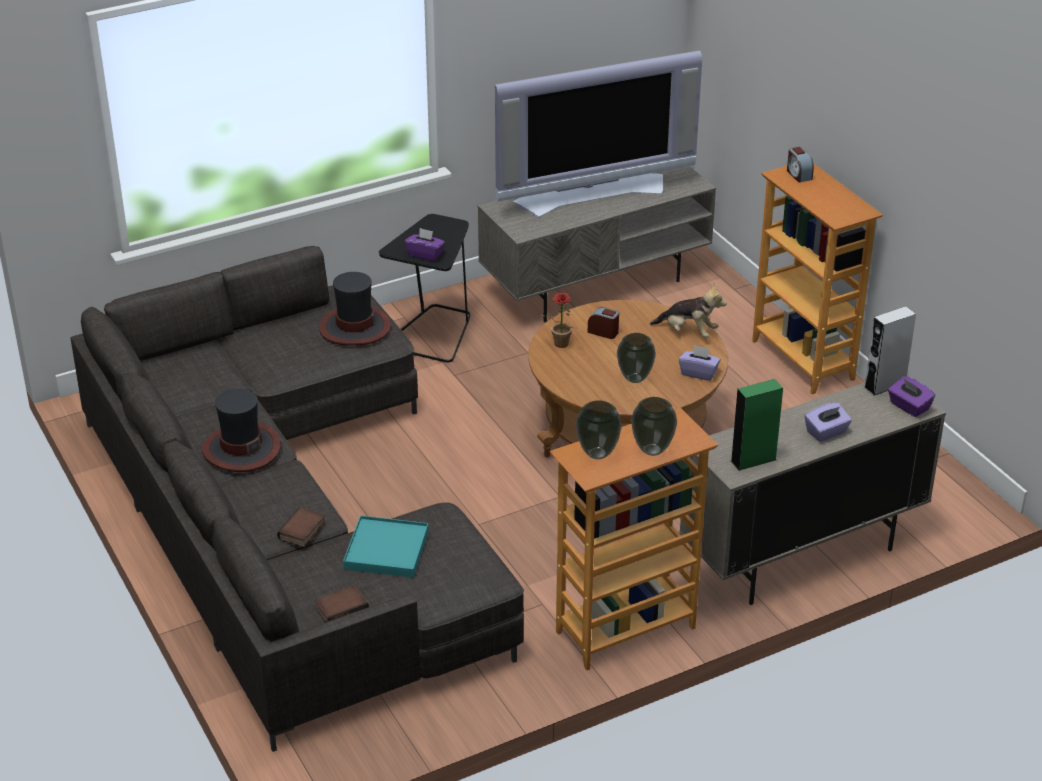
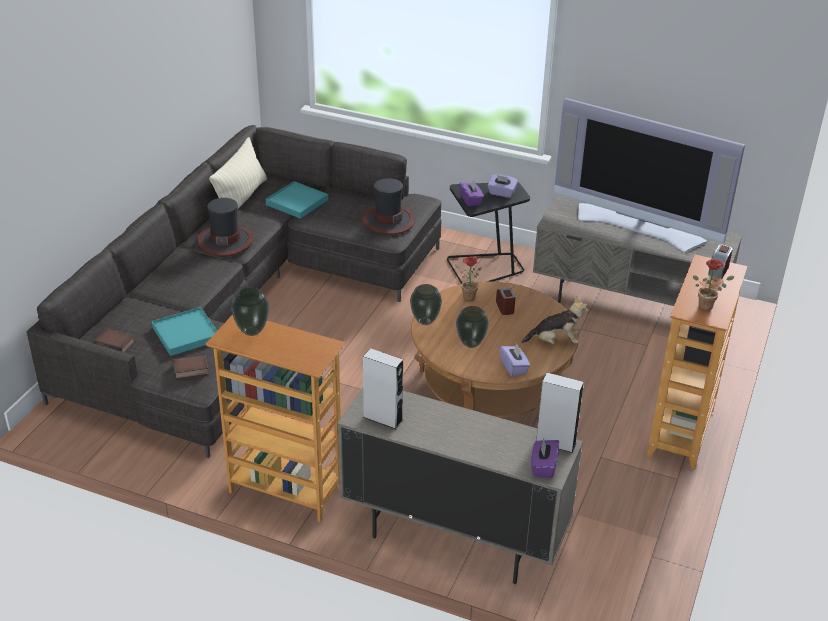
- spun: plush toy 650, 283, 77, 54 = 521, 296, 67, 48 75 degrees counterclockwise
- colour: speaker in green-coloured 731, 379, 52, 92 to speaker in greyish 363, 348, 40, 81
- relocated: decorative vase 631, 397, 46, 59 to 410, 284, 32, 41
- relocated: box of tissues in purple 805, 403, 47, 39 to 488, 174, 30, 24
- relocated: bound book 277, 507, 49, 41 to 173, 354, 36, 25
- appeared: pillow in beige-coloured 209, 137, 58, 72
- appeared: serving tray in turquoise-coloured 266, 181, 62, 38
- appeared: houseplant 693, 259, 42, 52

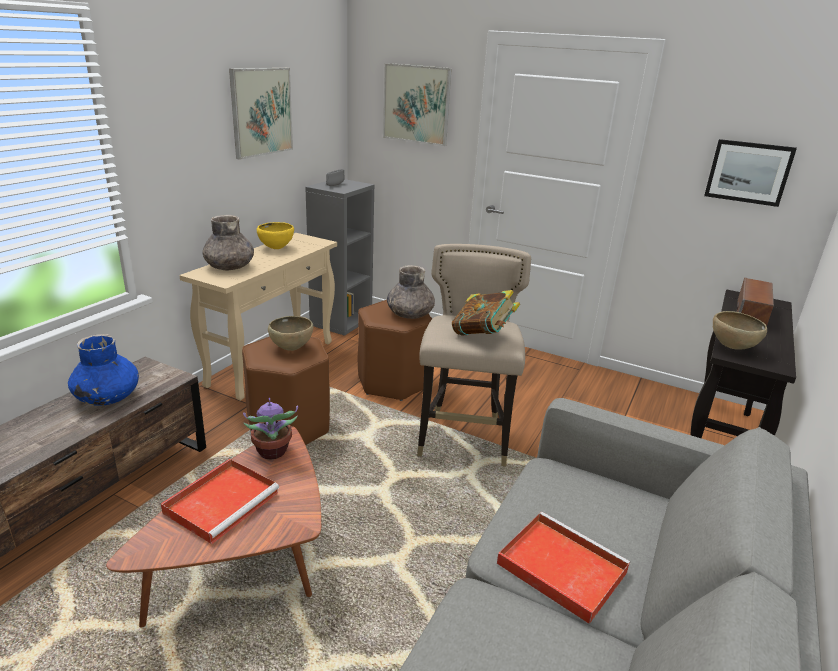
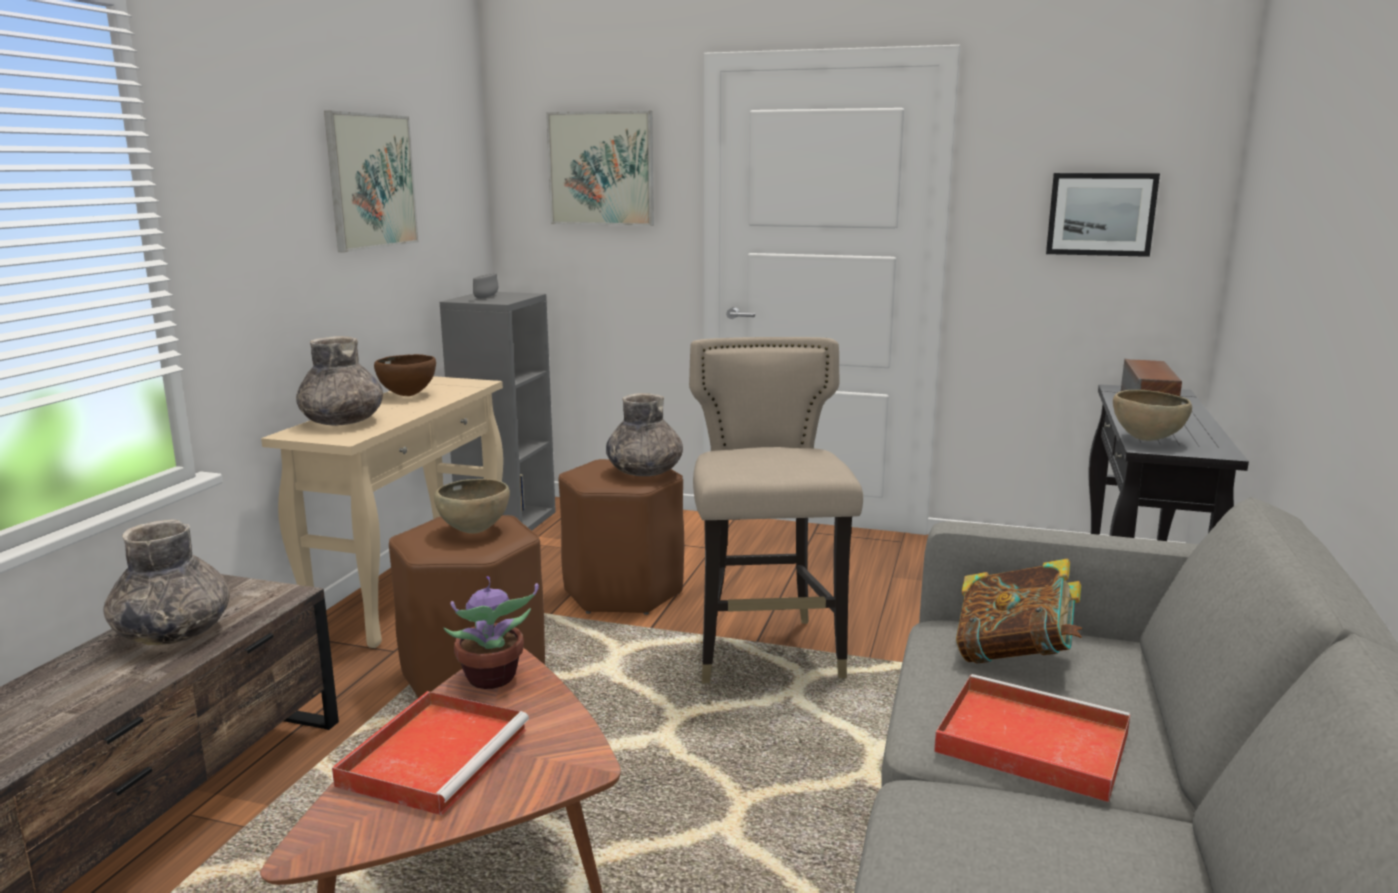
- colour: serving bowl in yellow-coloured 257, 222, 37, 27 to serving bowl in brownish 374, 354, 62, 42
- relocated: bound book 452, 290, 68, 46 to 956, 559, 127, 105
- colour: decorative vase in bluish 68, 334, 71, 71 to decorative vase in greyish 103, 519, 127, 126

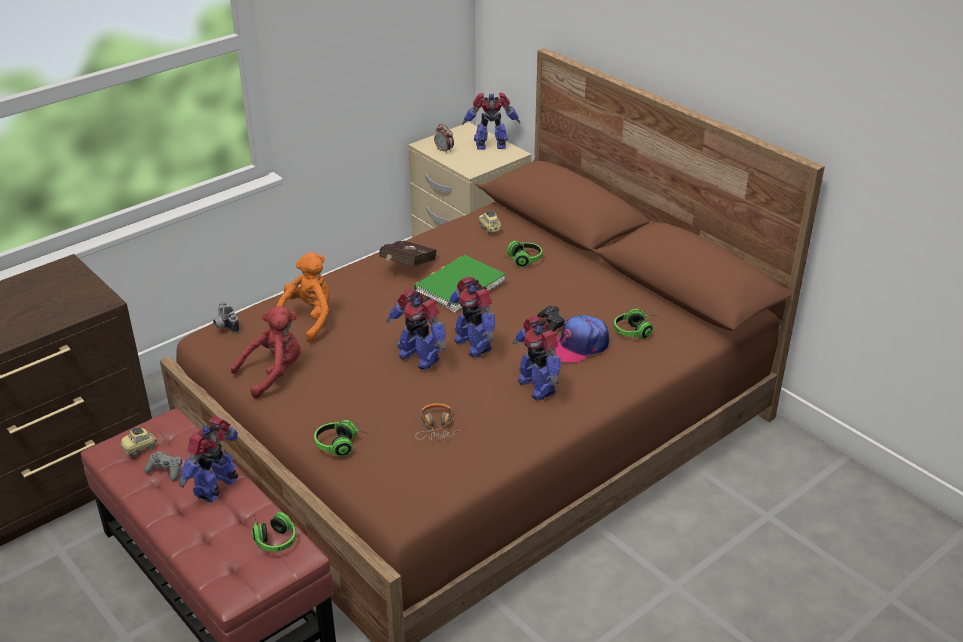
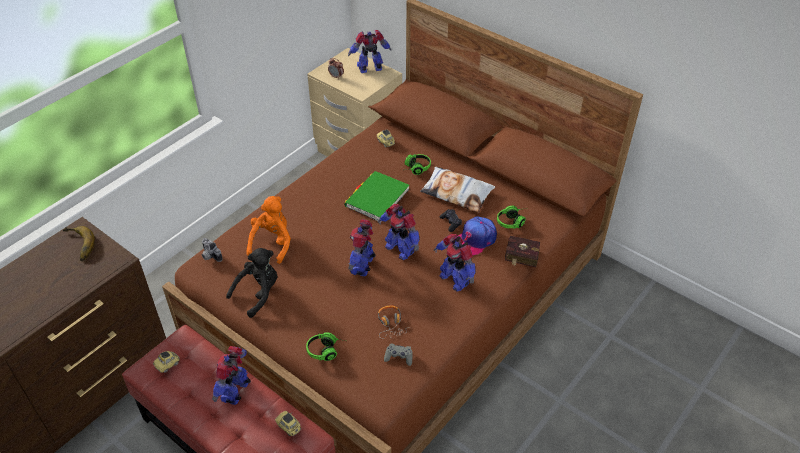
- relocated: bound book in reddish 379, 241, 58, 26 to 505, 236, 35, 31
- spun: model robot 386, 290, 60, 80 = 348, 219, 28, 57 75 degrees clockwise
- colour: plush toy in reddish 231, 306, 70, 92 to plush toy in black-coloured 226, 248, 51, 70
- relocated: joypad in greyish 144, 451, 38, 30 to 384, 343, 29, 23
- exchanged: pair of headphones 252, 512, 44, 40 to miniature car 275, 411, 26, 25
- appeared: pillow 420, 167, 75, 45
- appeared: banana fruit 63, 226, 32, 35

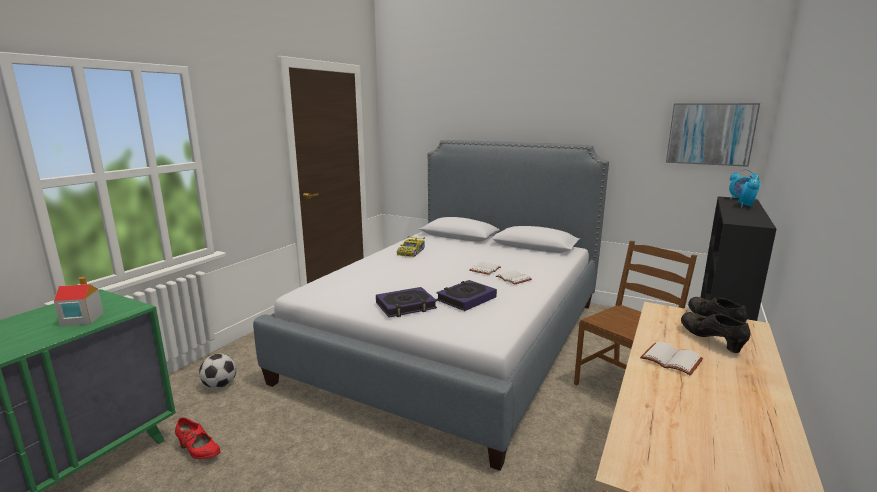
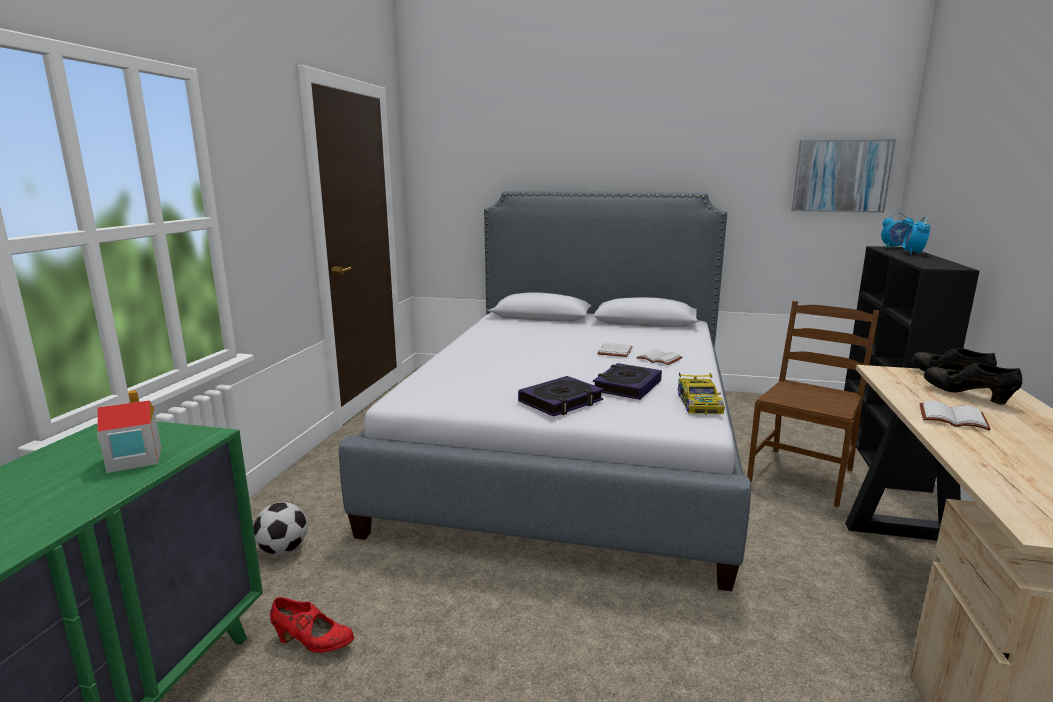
- relocated: miniature car 397, 236, 28, 21 to 678, 372, 47, 43

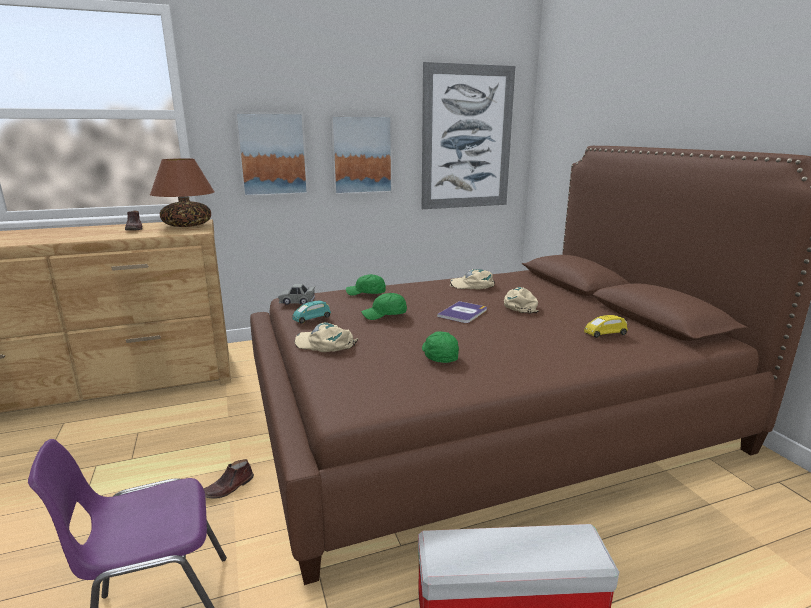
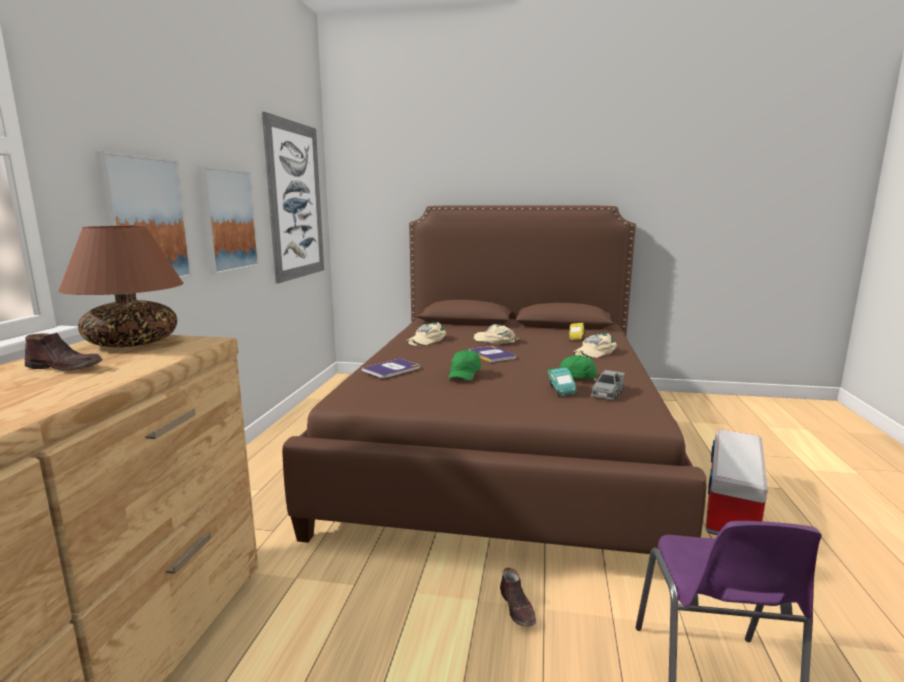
- exchanged: baseball cap in green-coloured 346, 274, 40, 22 to bound book 362, 358, 58, 20
- relocated: miniature car in greyish 278, 284, 37, 21 to 591, 370, 34, 30
- relocated: miniature car in turquoise-coloured 292, 301, 39, 23 to 549, 367, 28, 30
- relocated: baseball cap in beige-coloured 294, 322, 64, 30 to 573, 333, 44, 25

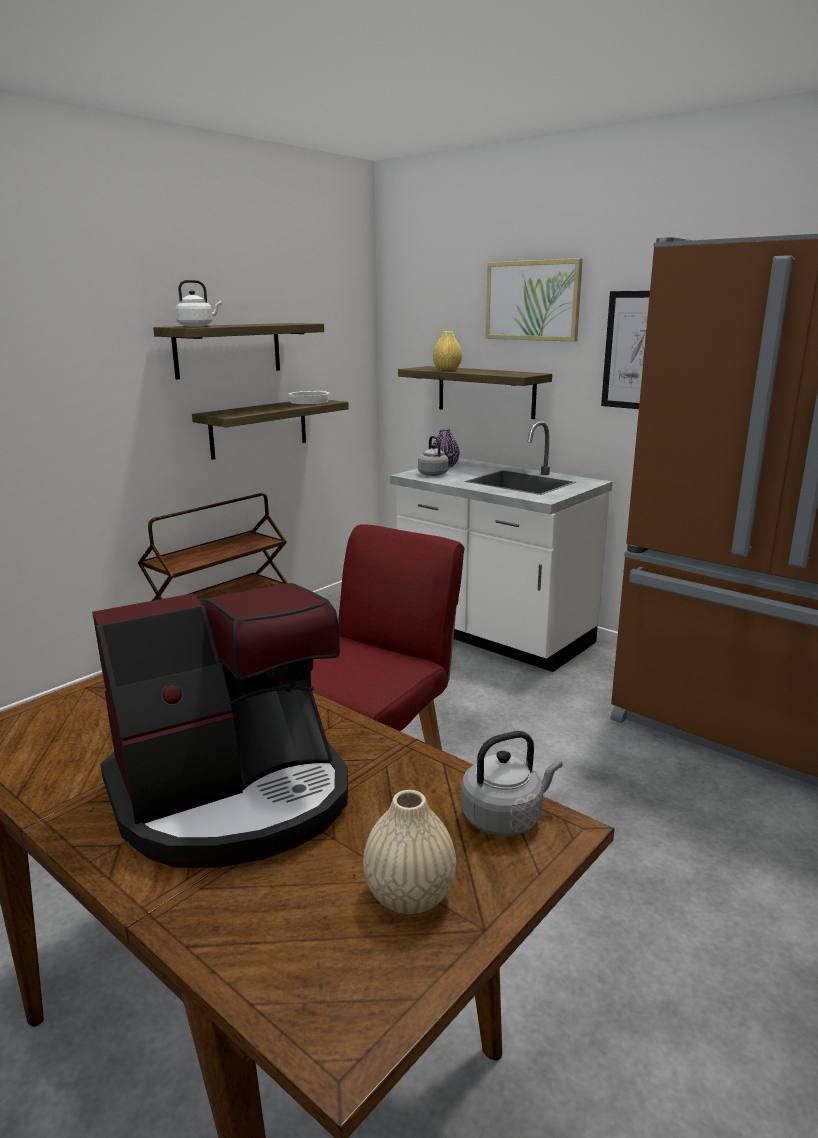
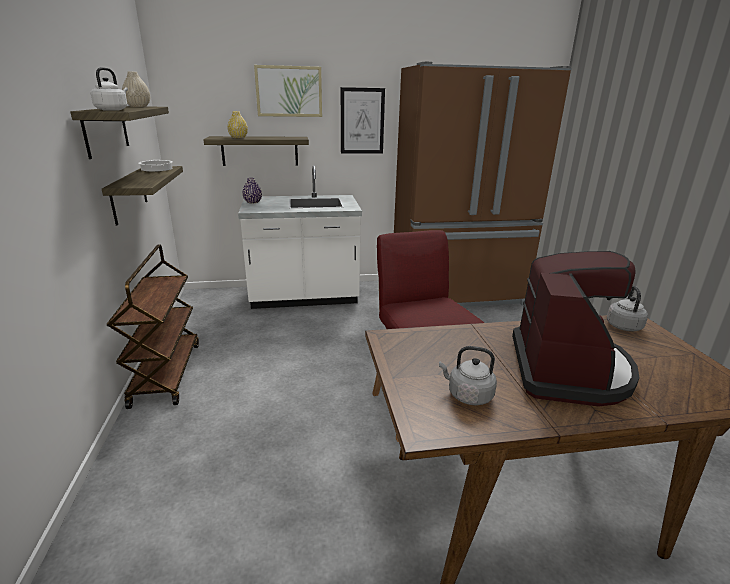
- relocated: water kettle in greyish 418, 436, 31, 40 to 439, 346, 58, 59
- relocated: decorative vase in beige-coloured 363, 790, 93, 124 to 122, 72, 28, 35

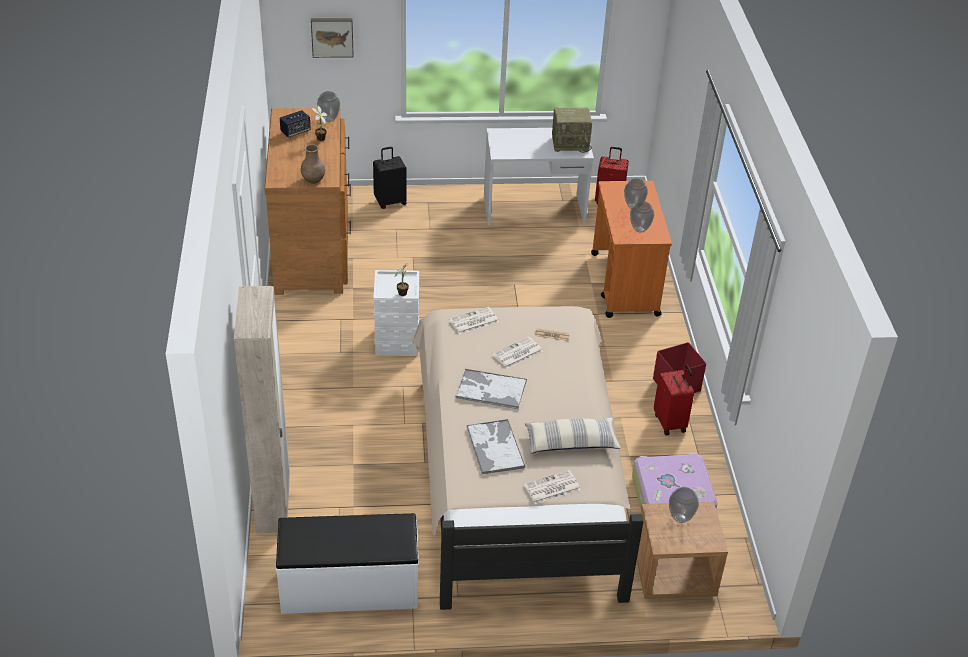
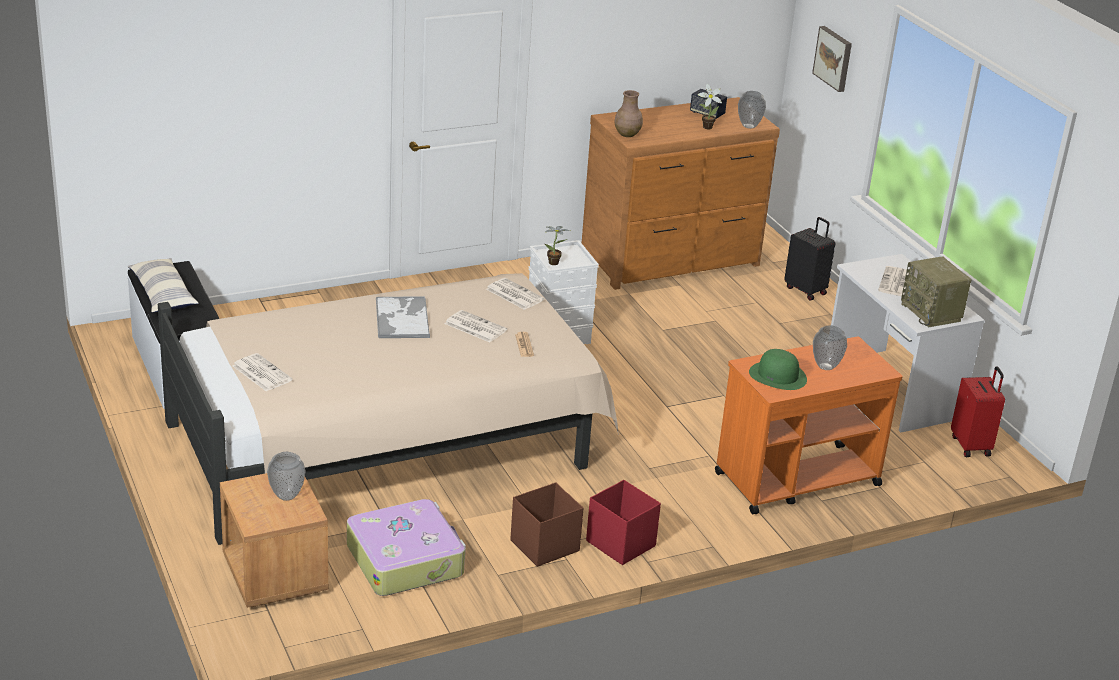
- exchanged: decorative vase 630, 201, 24, 32 to wearable hat in green-coloured 749, 349, 58, 41
- missing: clothes cupboard in beige-coloured 234, 286, 56, 247
- exchanged: travel case in reddish 654, 365, 40, 70 to storage container in brownish 510, 482, 73, 85
- relocated: pillow 525, 418, 96, 35 to 128, 258, 71, 55
- missing: serving tray 466, 419, 59, 55
- appeared: printed paper 878, 266, 31, 30

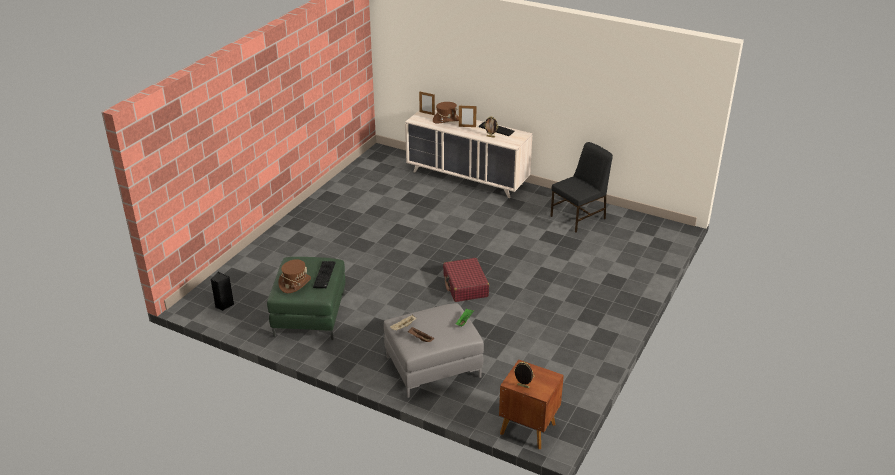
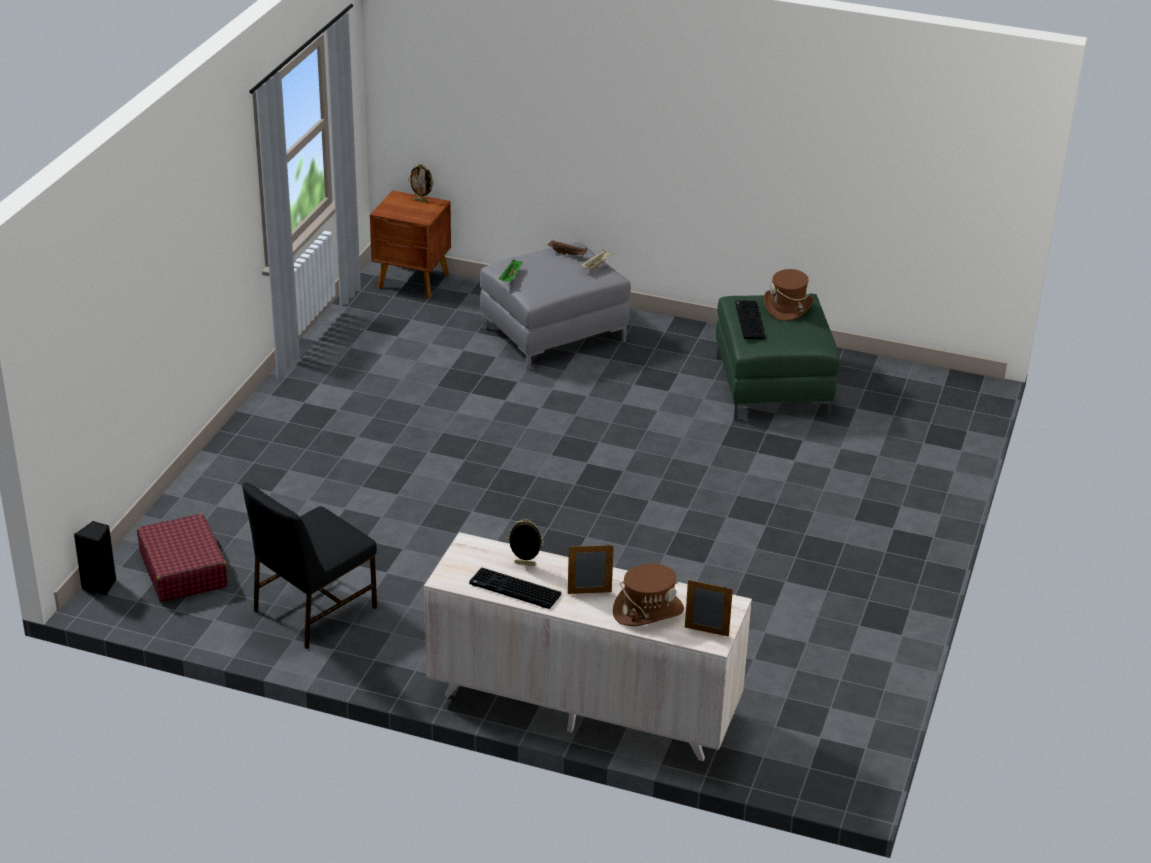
- relocated: travel case in reddish 443, 258, 46, 44 to 137, 513, 91, 89
- relocated: speaker in black-coloured 211, 272, 23, 39 to 74, 521, 43, 75

